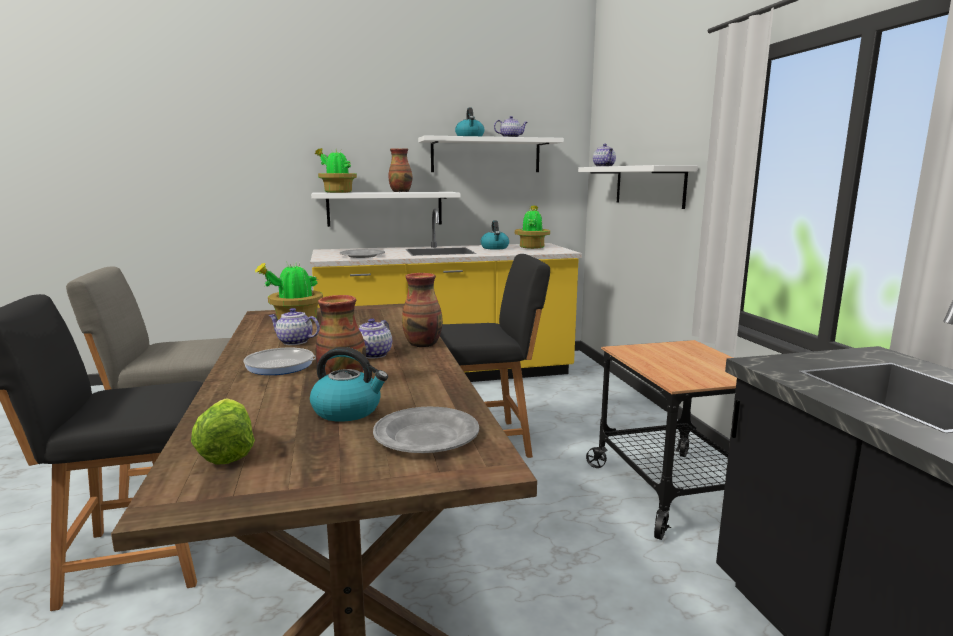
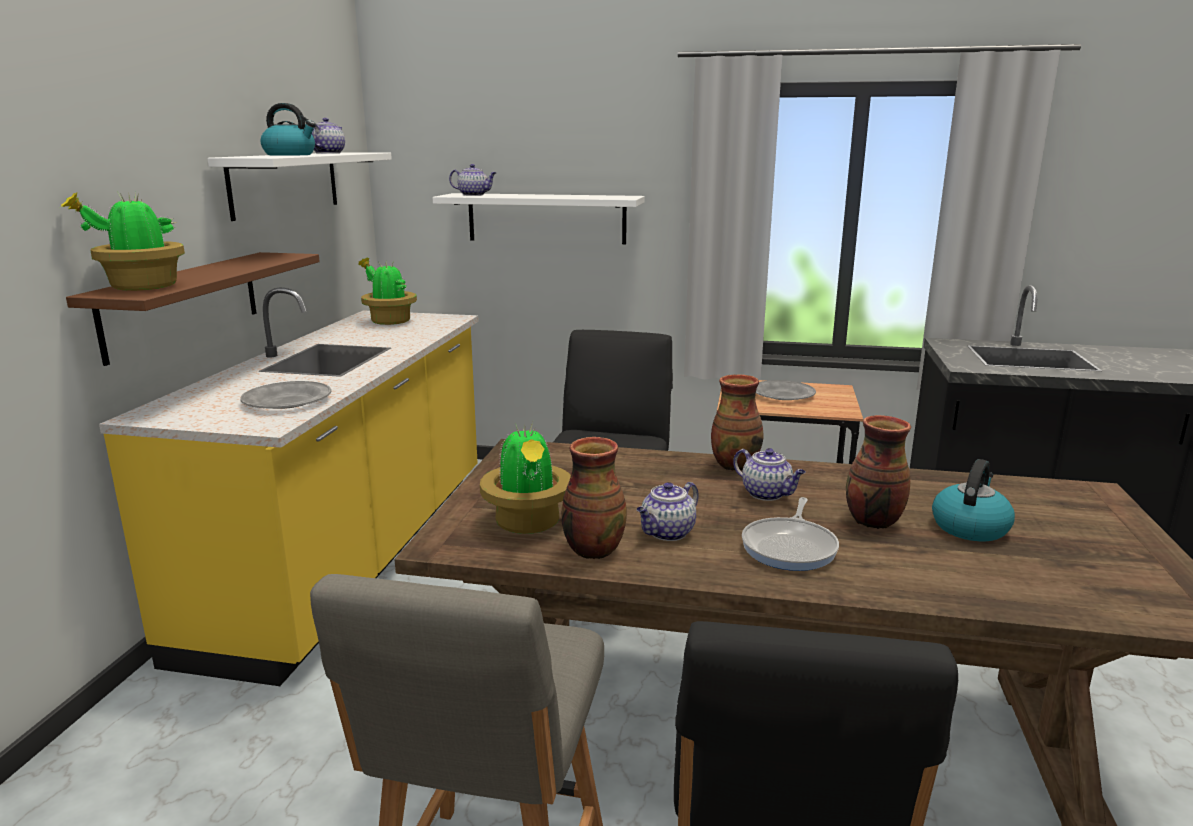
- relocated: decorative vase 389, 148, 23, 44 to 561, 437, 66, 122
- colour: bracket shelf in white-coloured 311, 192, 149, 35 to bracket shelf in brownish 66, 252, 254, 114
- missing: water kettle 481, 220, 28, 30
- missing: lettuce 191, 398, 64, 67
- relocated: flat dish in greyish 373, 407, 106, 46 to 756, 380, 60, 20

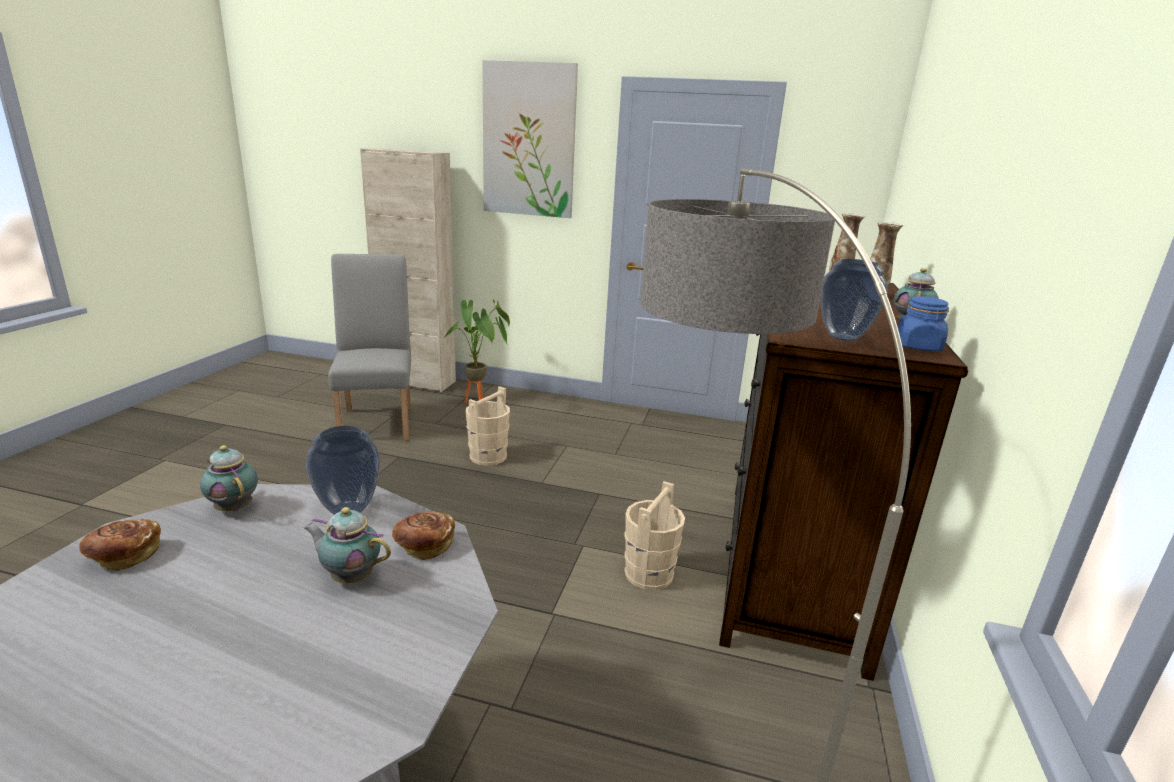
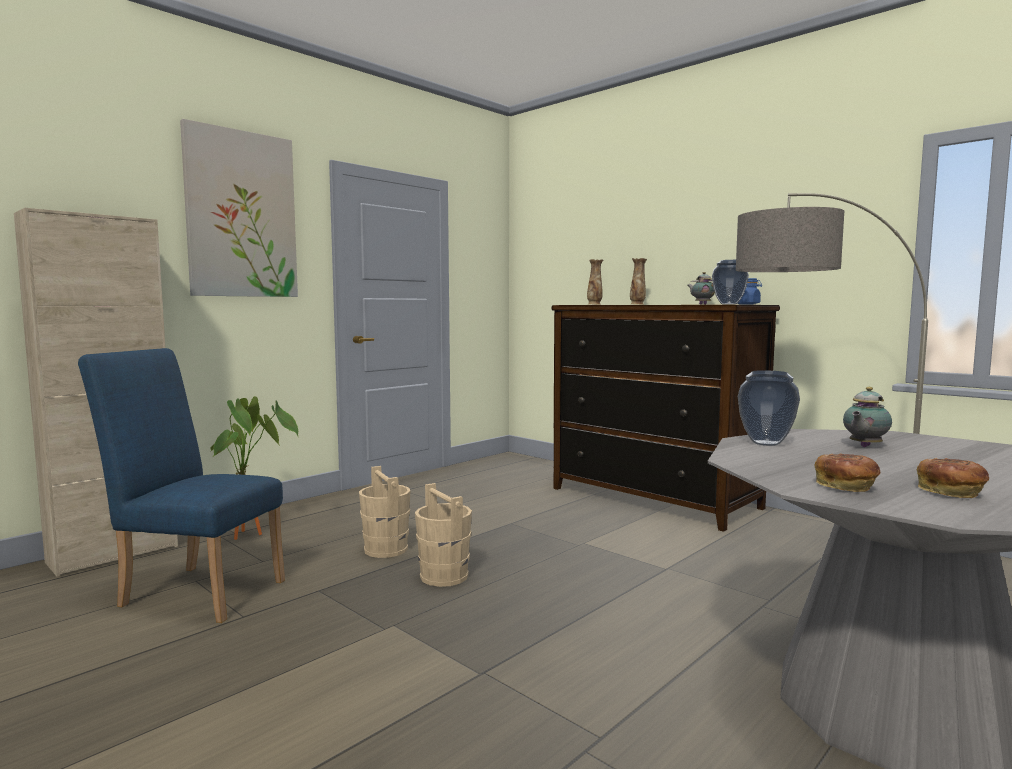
- colour: plain chair in greyish 328, 254, 83, 187 to plain chair in bluish 78, 348, 207, 275
- missing: teapot 200, 445, 58, 67
- relocated: bucket in beige-coloured 624, 481, 61, 109 to 415, 483, 57, 104
- relocated: baked bread 392, 512, 63, 48 to 917, 458, 72, 40

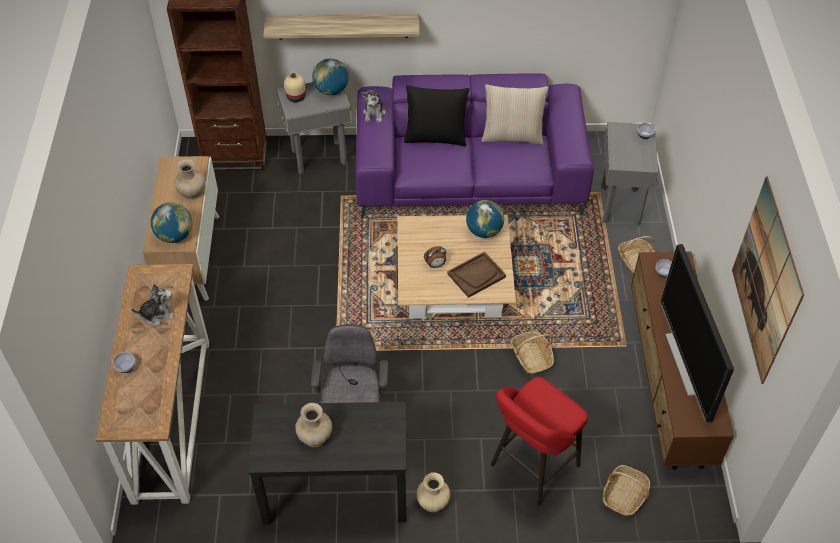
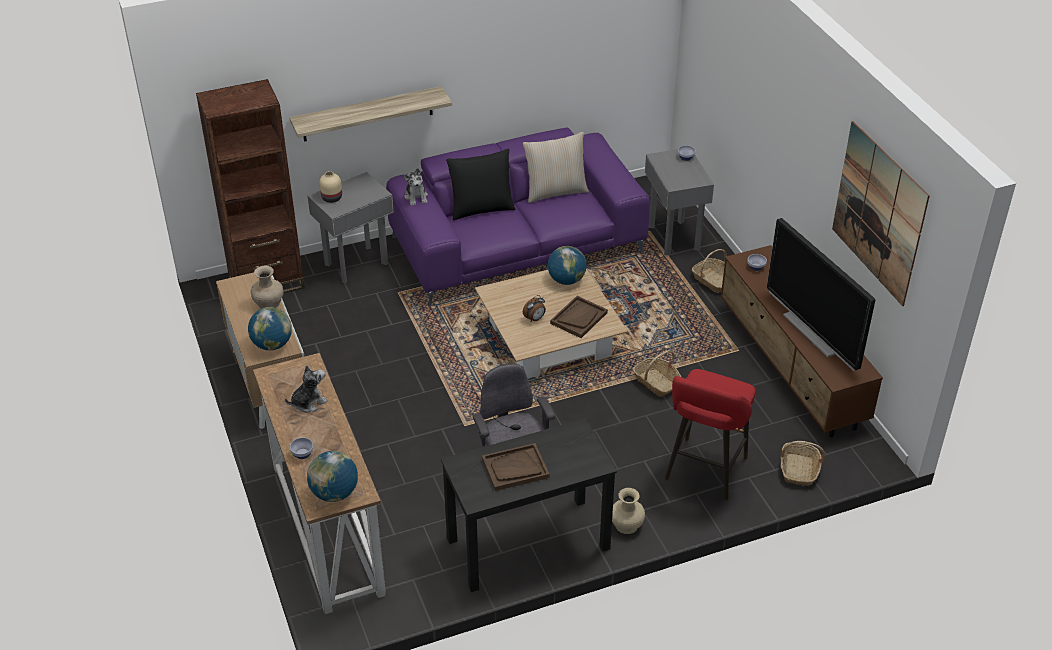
- relocated: world globe 312, 59, 37, 36 to 307, 451, 51, 51
- exchanged: decorative vase in beige-coloured 295, 403, 37, 44 to serving tray in brownish 482, 443, 67, 48

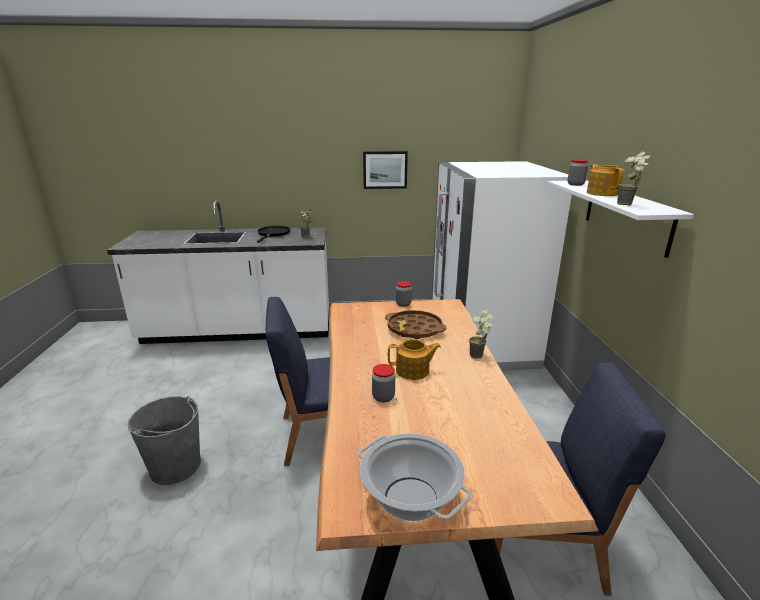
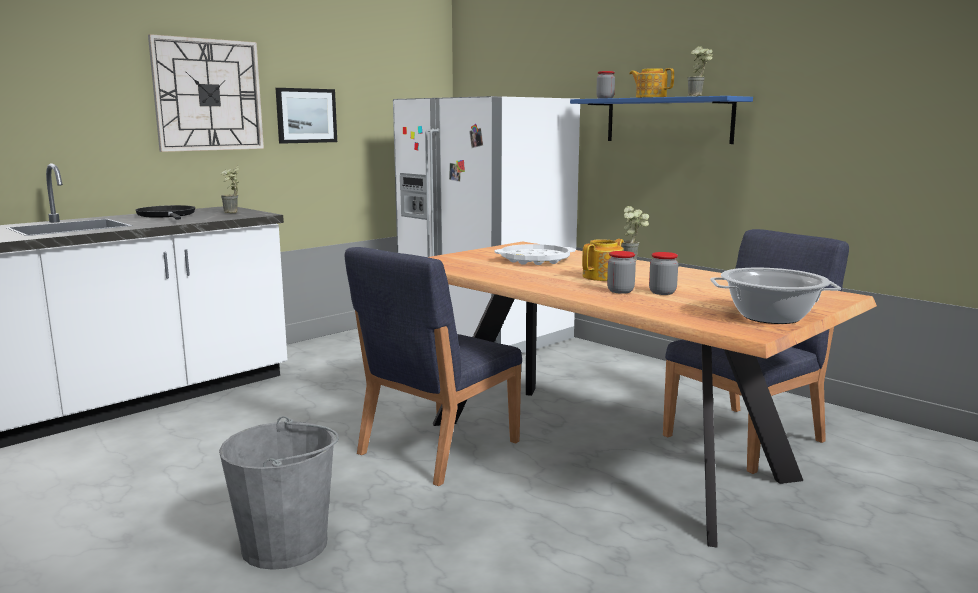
- colour: bracket shelf in white-coloured 547, 180, 147, 78 to bracket shelf in bluish 570, 96, 183, 48
- relocated: jar 396, 281, 16, 26 to 649, 252, 29, 43
- colour: serving tray in brownish 385, 310, 62, 29 to serving tray in white-coloured 494, 244, 82, 21
- appeared: hanging clock 148, 34, 116, 118

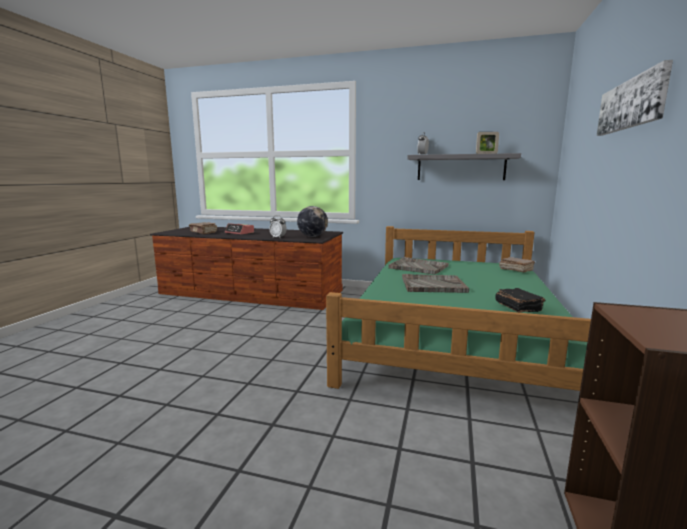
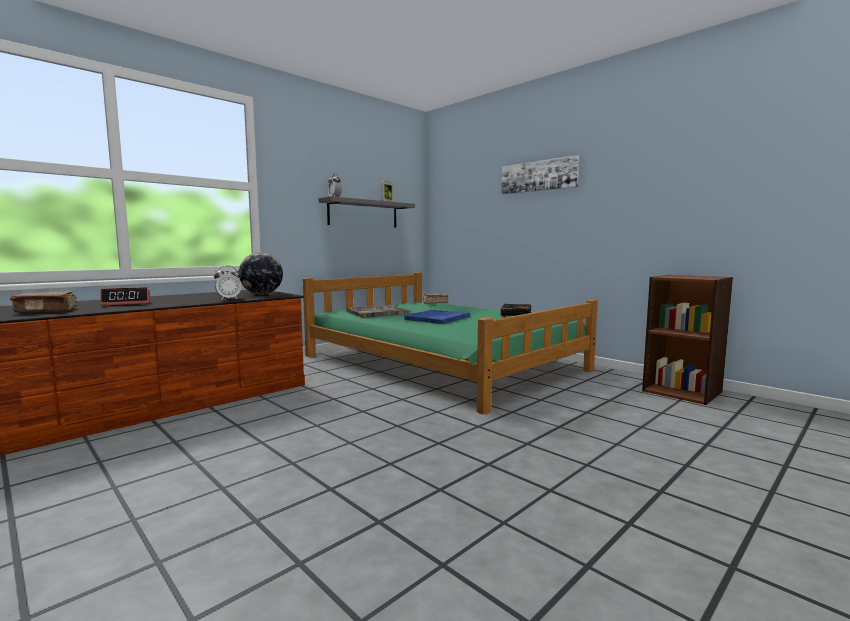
- colour: serving tray in greyish 402, 274, 67, 19 to serving tray in bluish 404, 310, 66, 14

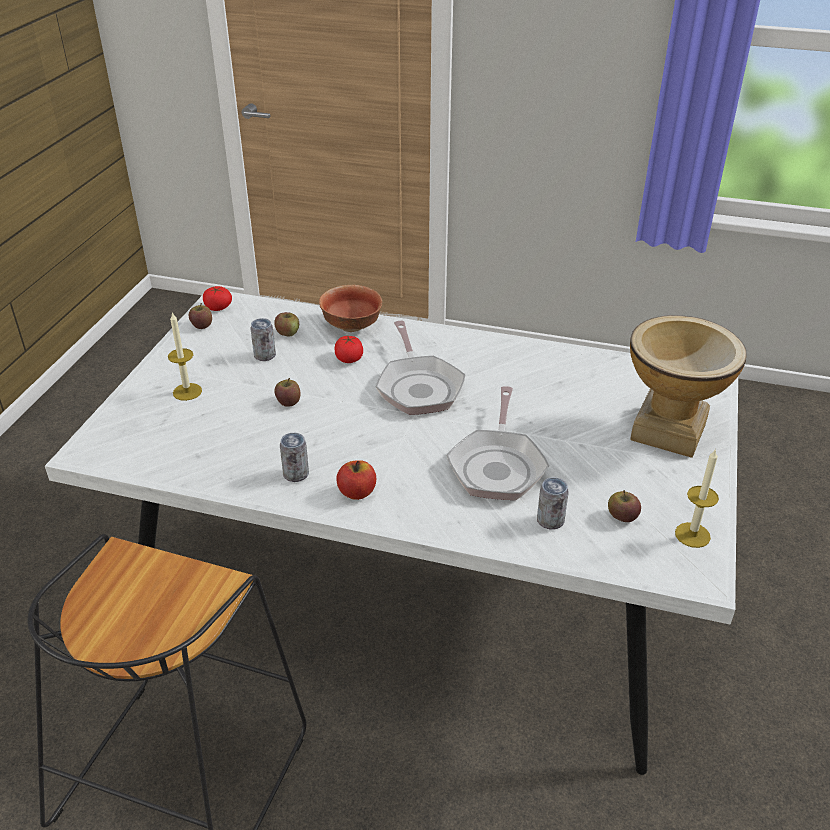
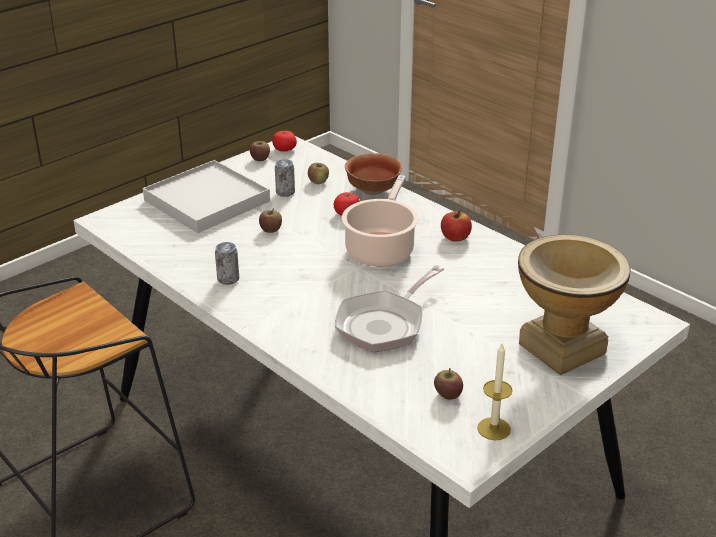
- exchanged: wax candle 168, 312, 34, 89 to serving tray in white-coloured 143, 160, 127, 73
- exchanged: frying pan 376, 321, 89, 94 to cooking pot 342, 175, 76, 91
- relocated: apple 336, 460, 40, 40 to 441, 211, 31, 30
- missing: sealed can 537, 477, 32, 52

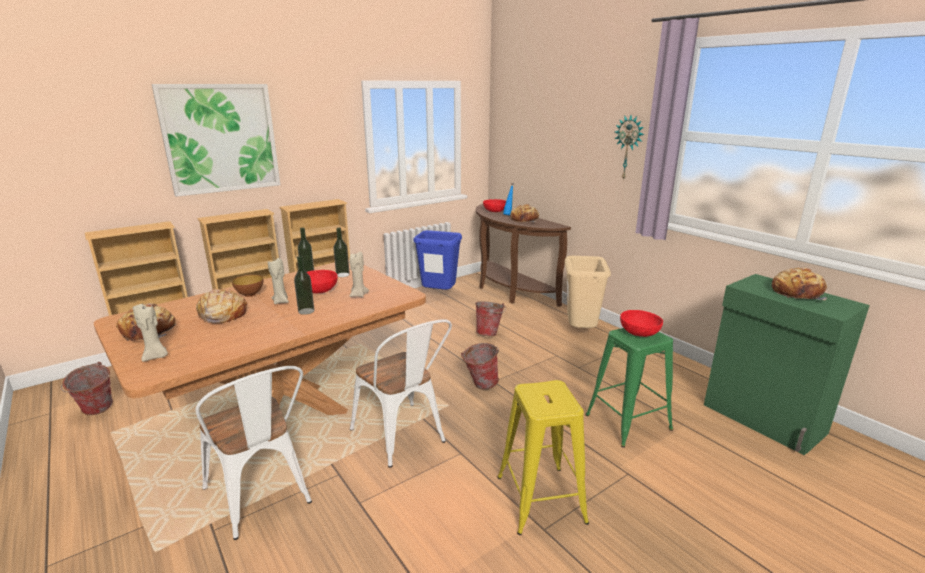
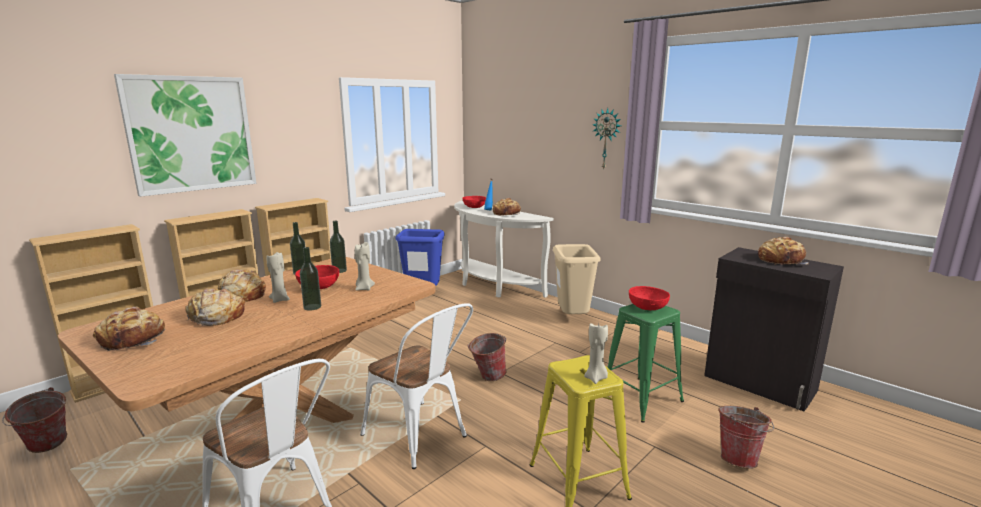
- colour: console table in brownish 476, 204, 95, 103 to console table in white-coloured 454, 201, 99, 97
- colour: storage cabinet in green-coloured 704, 274, 166, 181 to storage cabinet in black-coloured 704, 247, 140, 164
- exchanged: serving bowl 232, 275, 31, 22 to baked bread 218, 269, 48, 33
- relocated: bucket 475, 301, 31, 35 to 718, 406, 56, 63
- relocated: wax candle in beige-coloured 133, 303, 35, 59 to 584, 323, 24, 61

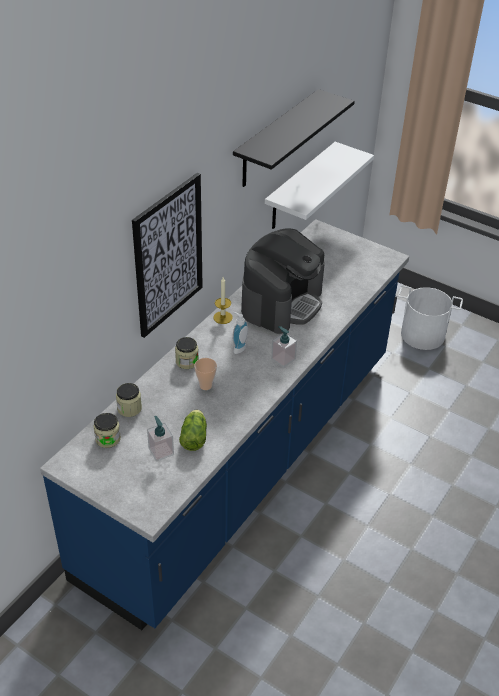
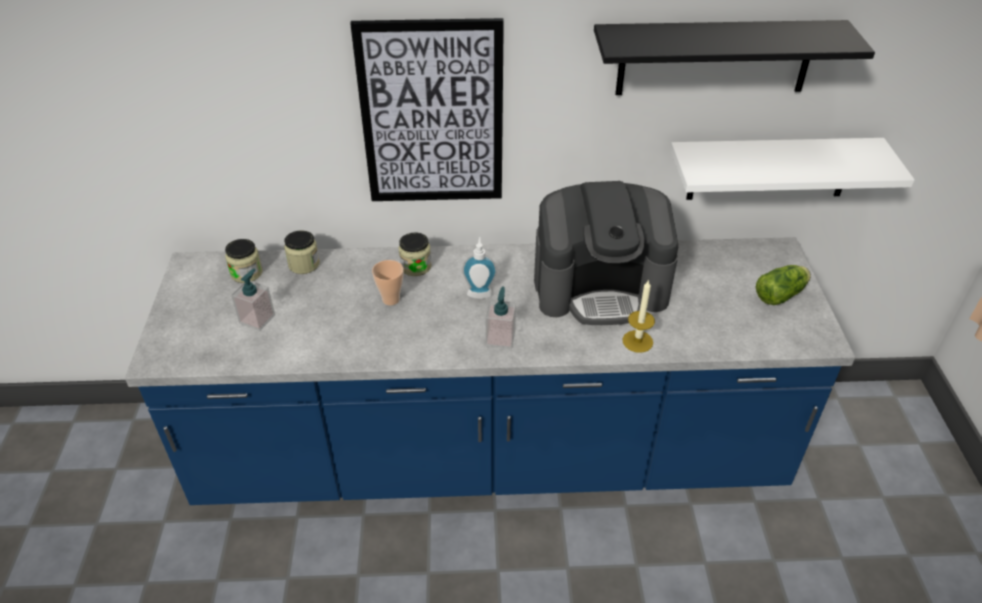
- relocated: wax candle 213, 277, 20, 47 to 623, 279, 32, 74
- missing: bucket in white-coloured 398, 286, 65, 64
- relocated: lettuce 179, 410, 28, 41 to 756, 265, 55, 40

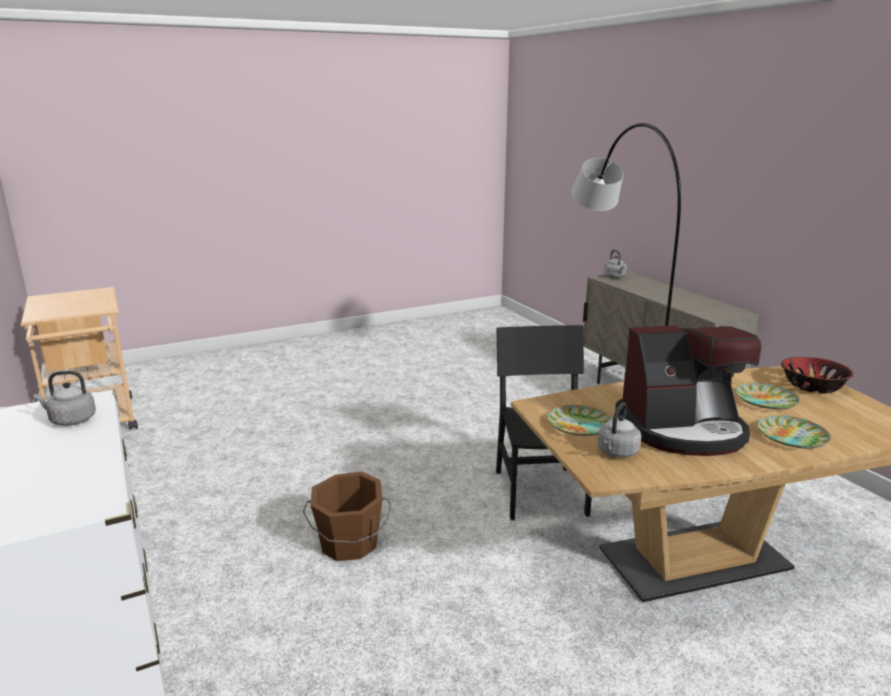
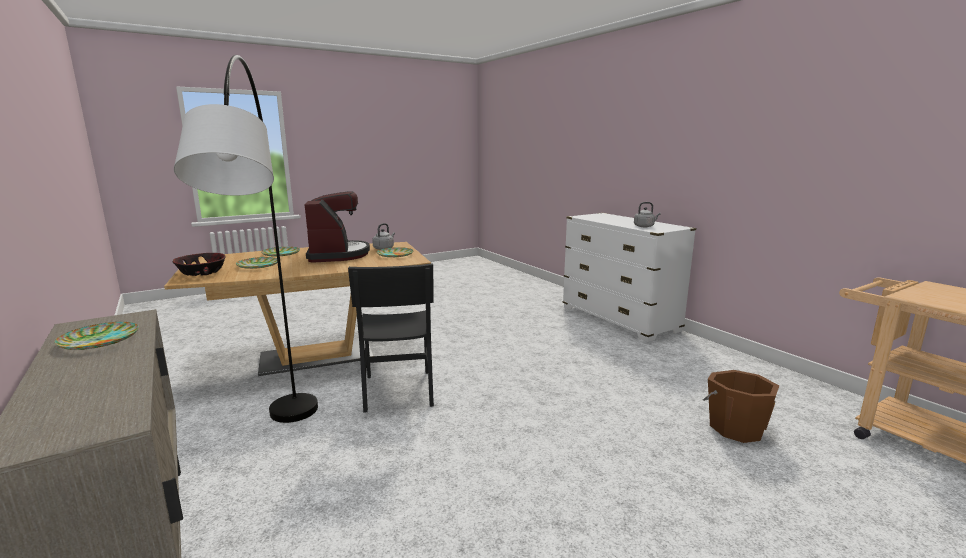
- missing: water kettle in greyish 604, 250, 23, 28
- spun: coffee machine 615, 325, 146, 131 = 304, 191, 66, 72 90 degrees clockwise
- relocated: bucket in brownish 303, 471, 88, 90 to 703, 370, 76, 73
- appeared: flat dish 54, 322, 85, 28

